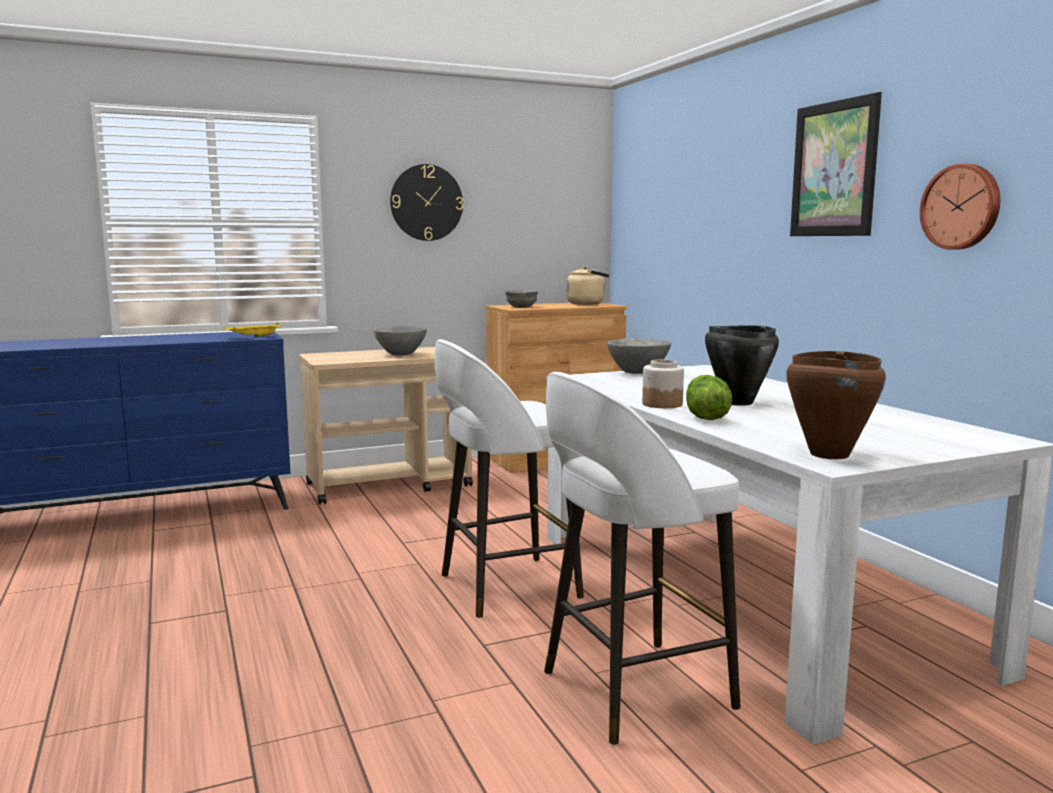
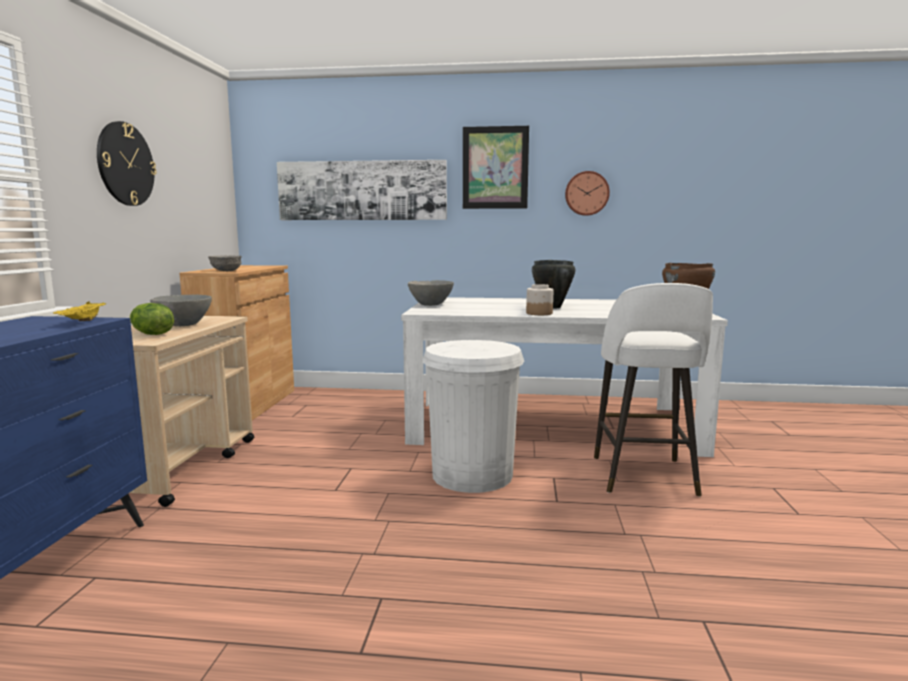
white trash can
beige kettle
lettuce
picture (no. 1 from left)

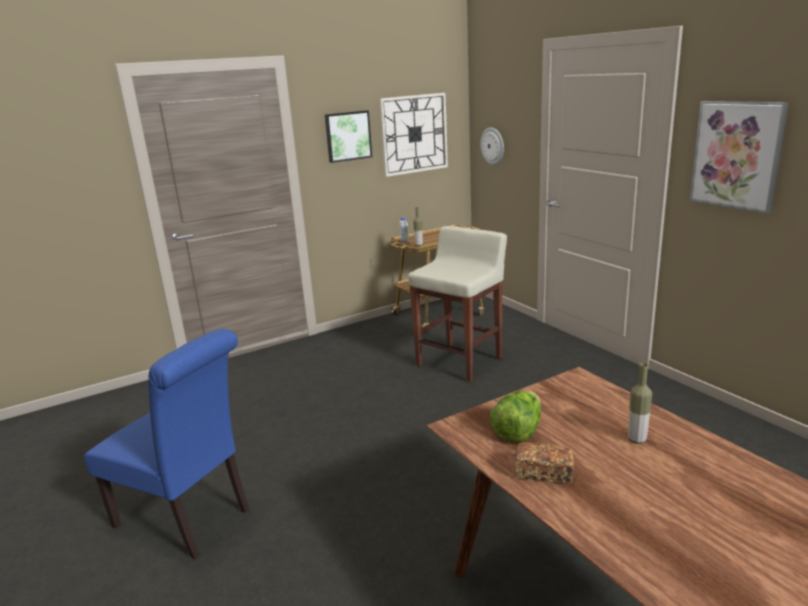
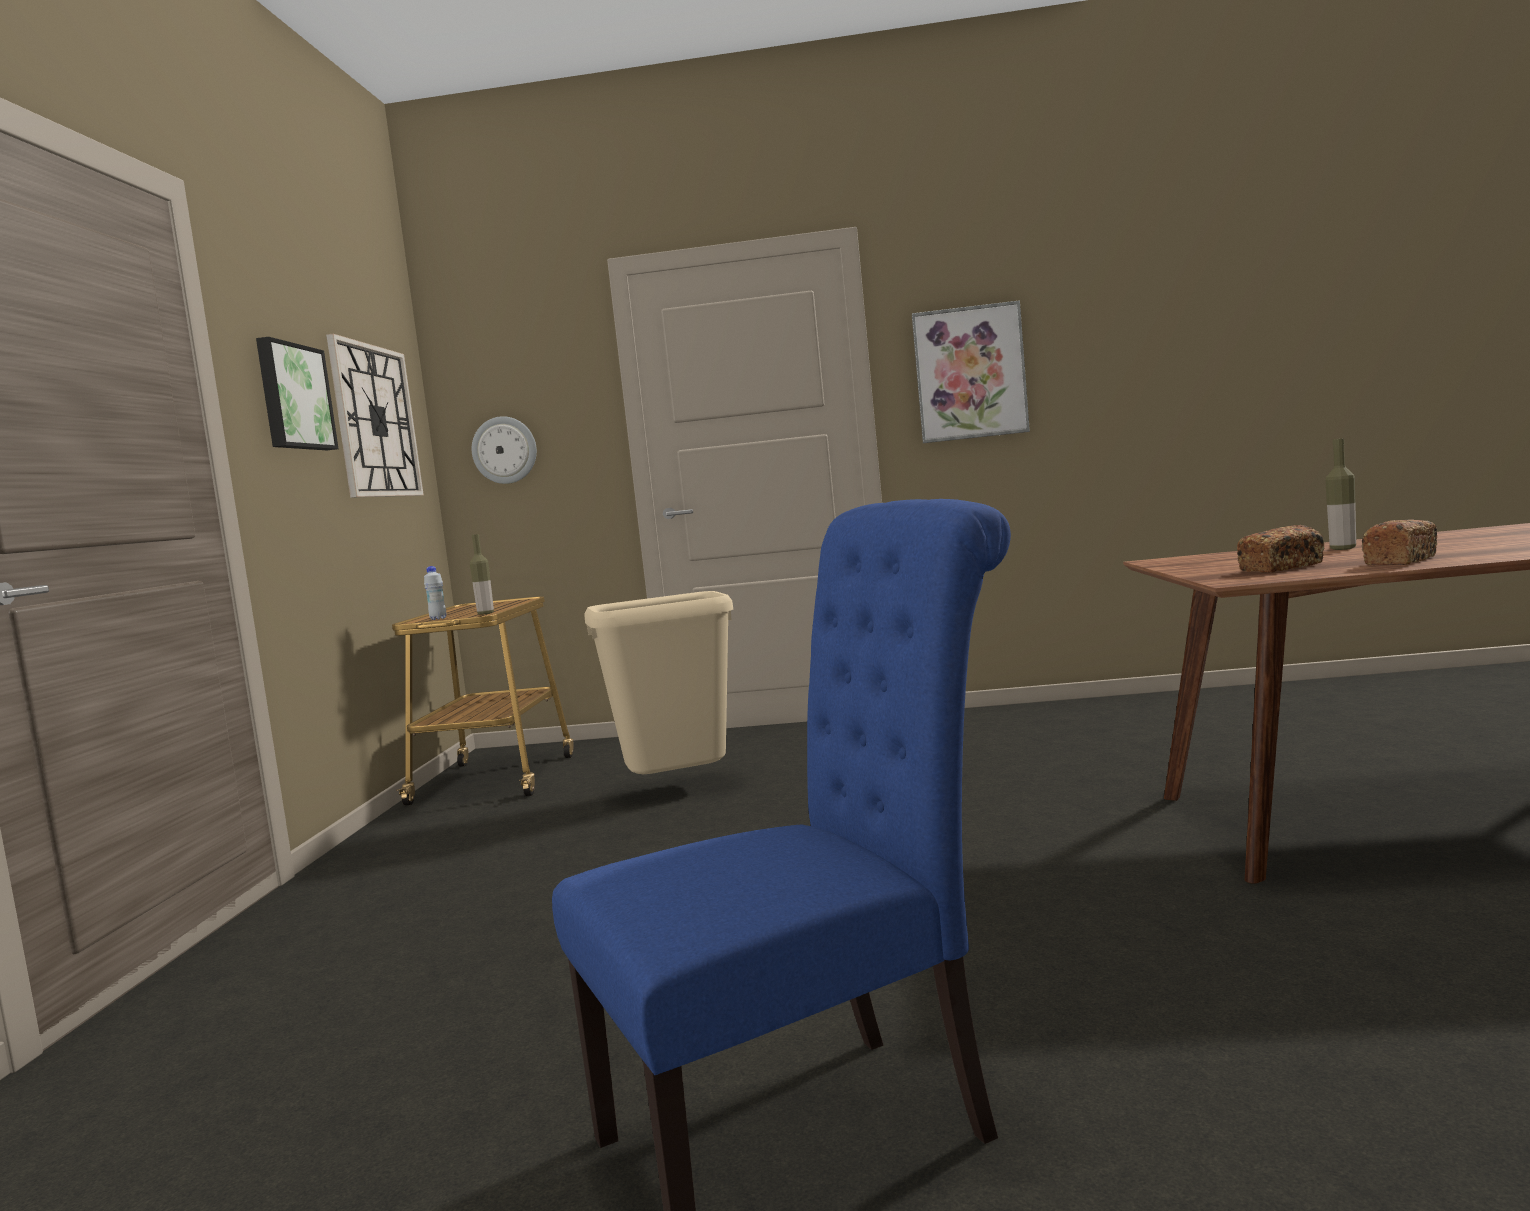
beige trash can
bread (no. 1 from left)

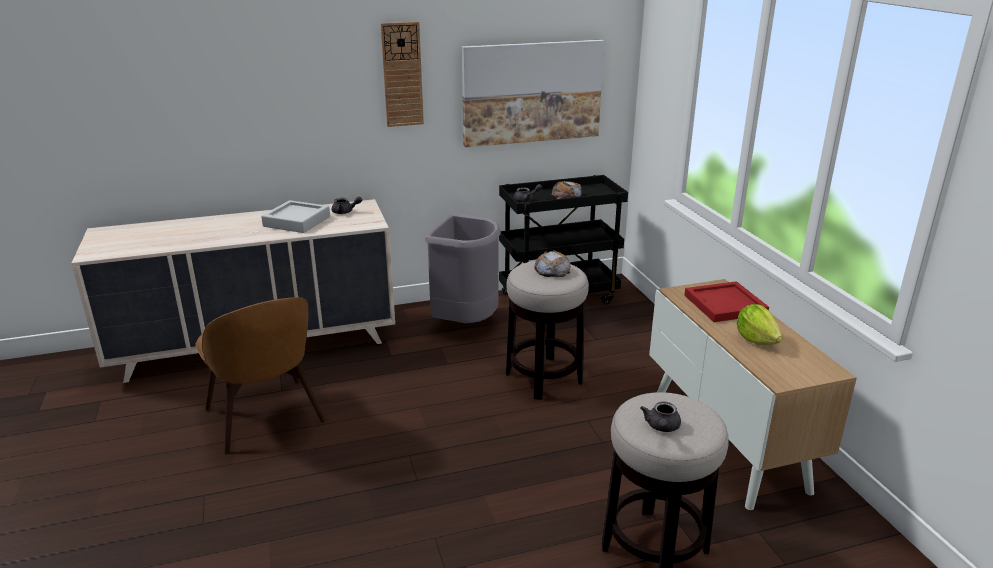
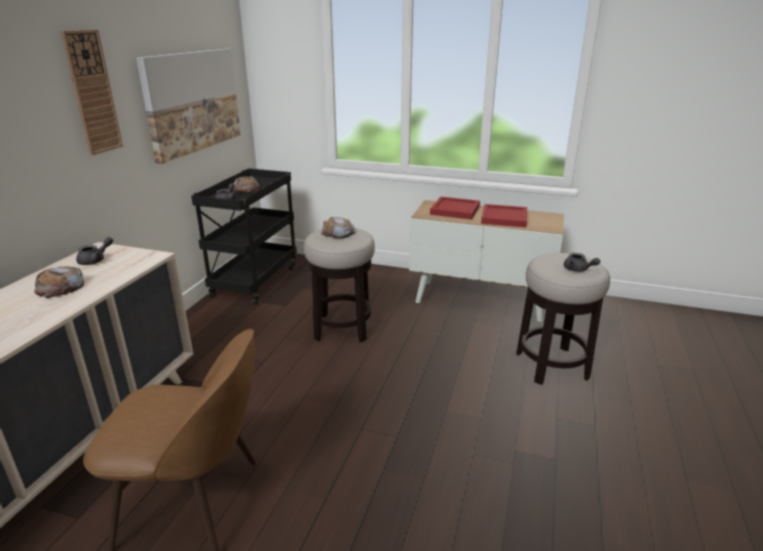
bread (no. 1 from left)
grey trash can
red tray (no. 2 from left)

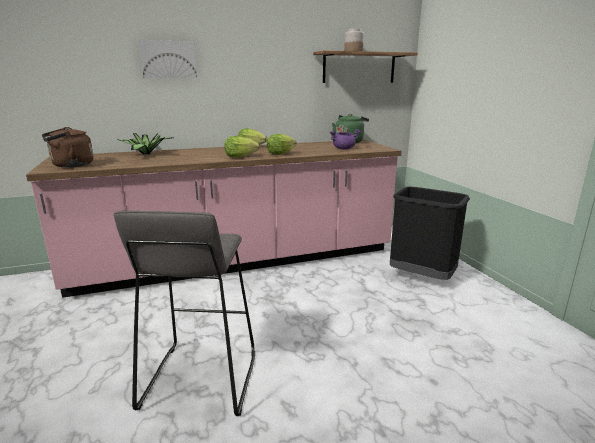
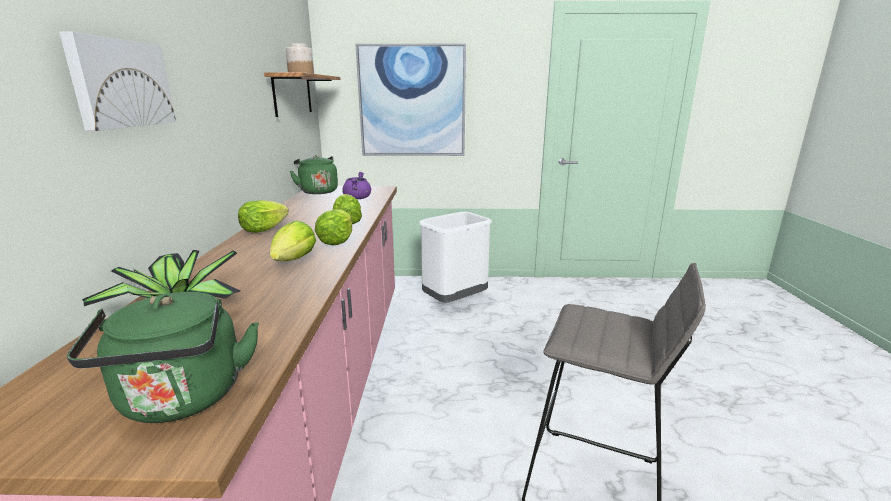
green kettle (no. 1 from left)
white trash can
lettuce (no. 2 from left)
picture (no. 2 from left)

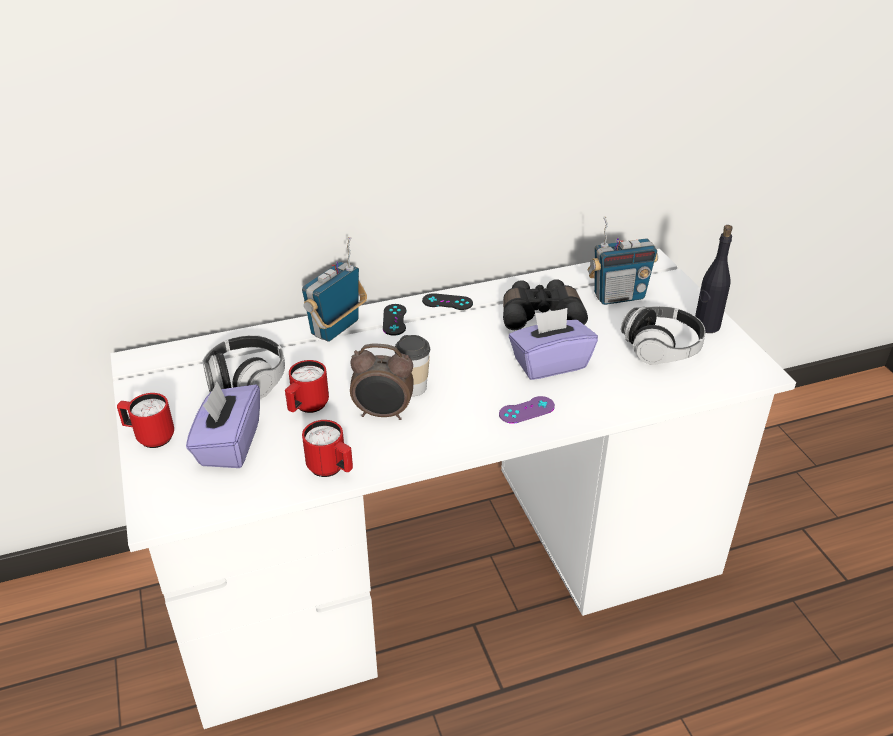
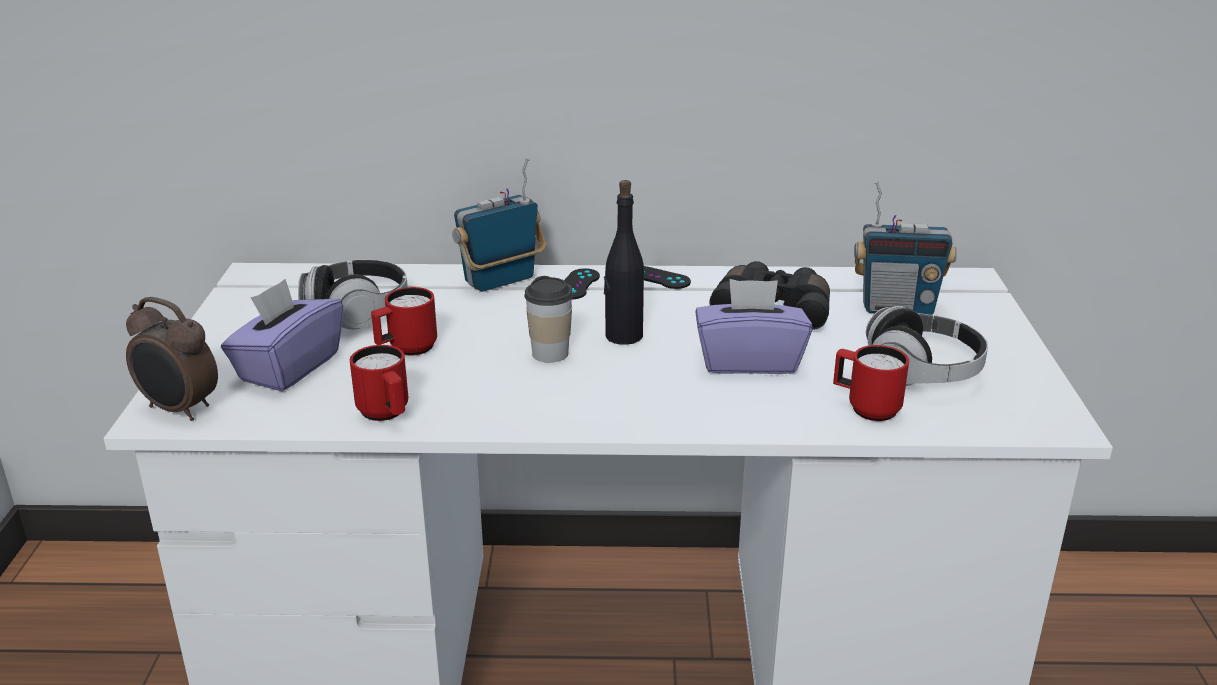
red mug (no. 3 from left)
alarm clock
purple game controller
black bottle

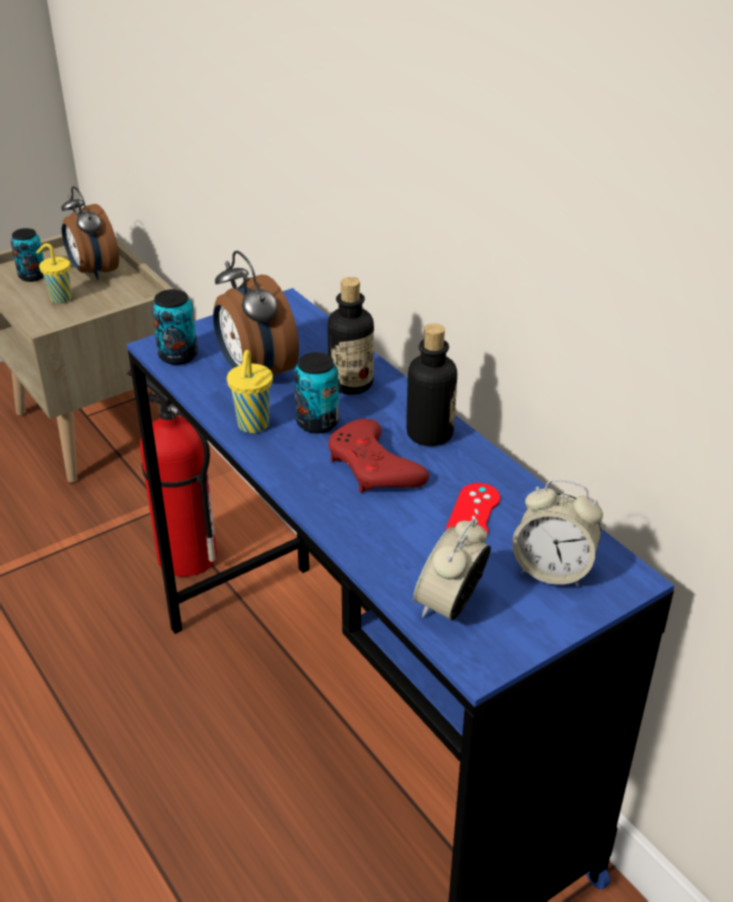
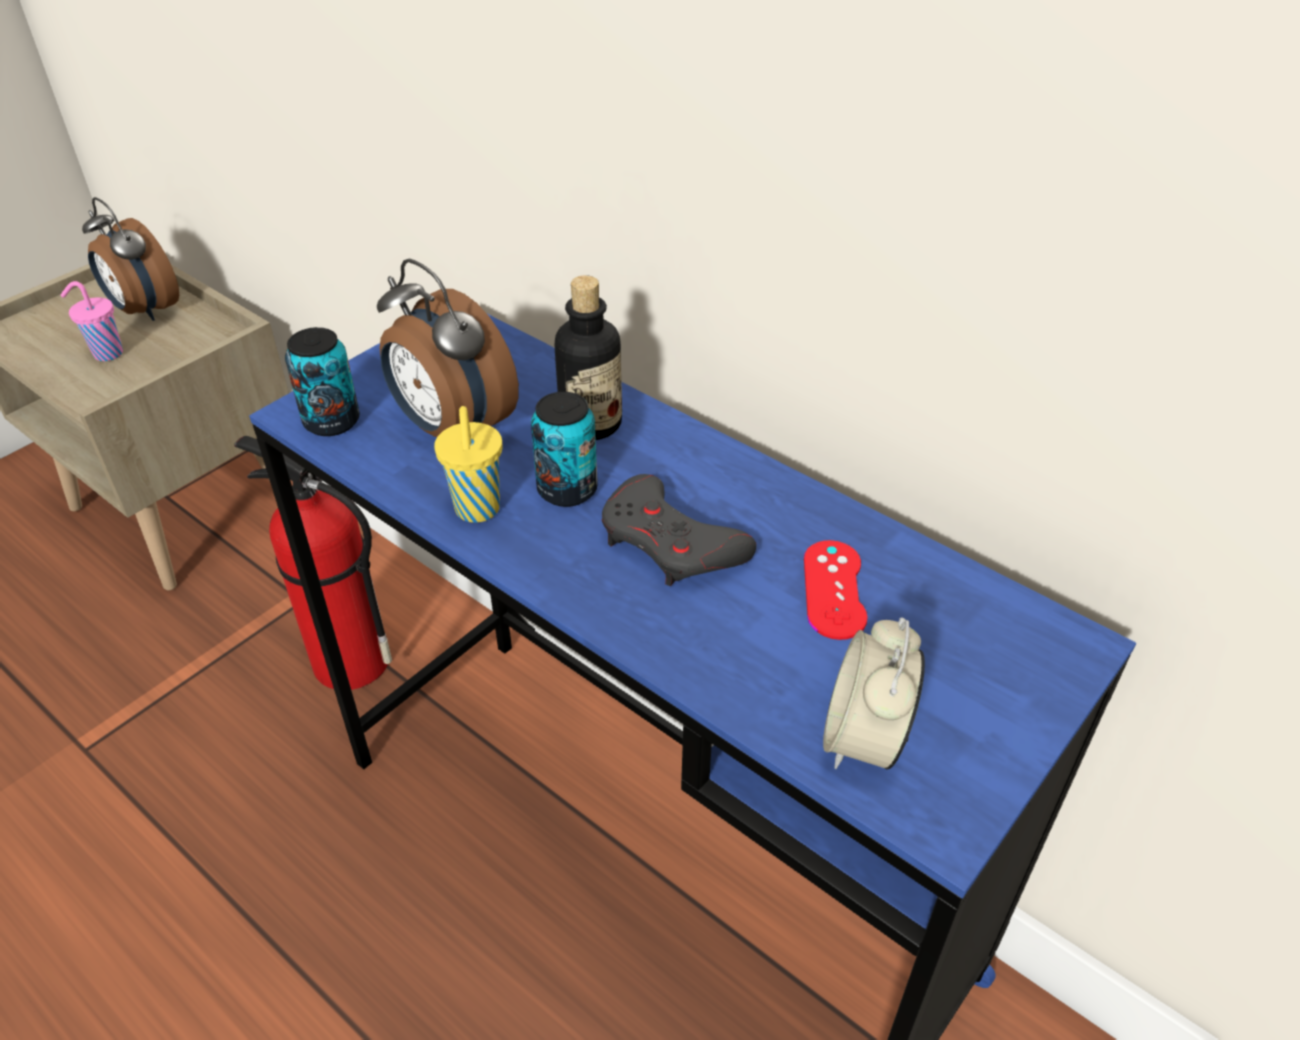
can (no. 1 from left in the first image)
pink cup
grey game controller
bottle (no. 2 from left in the first image)
alarm clock (no. 4 from left in the first image)

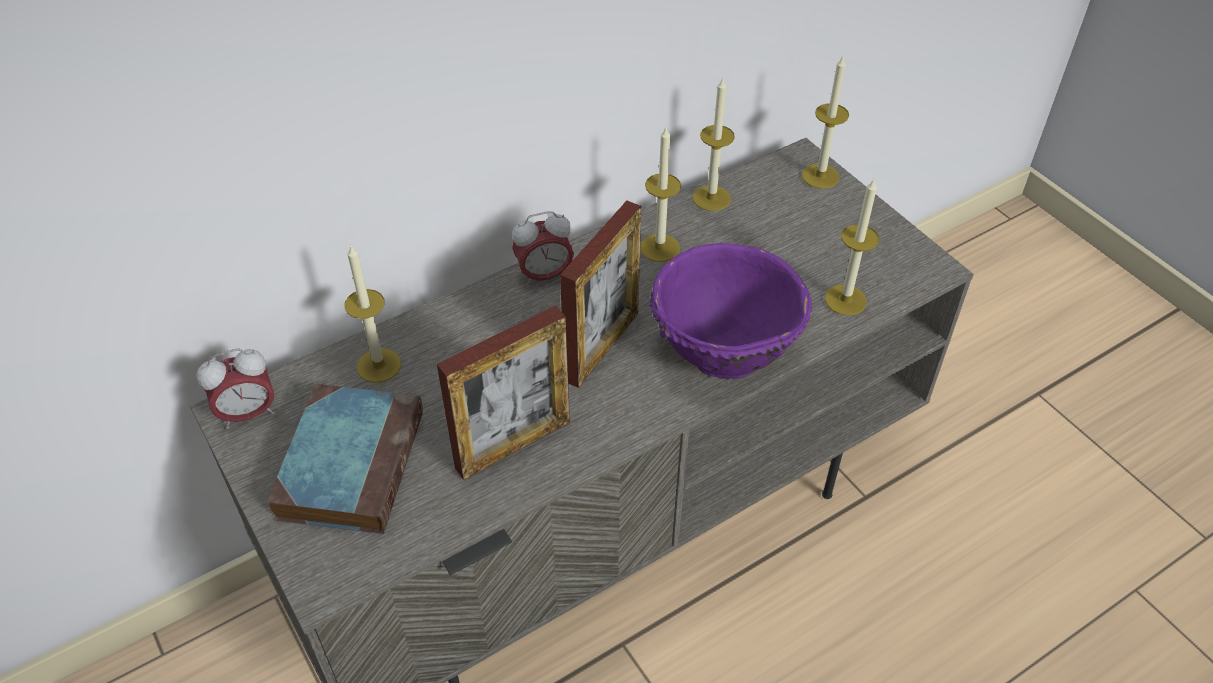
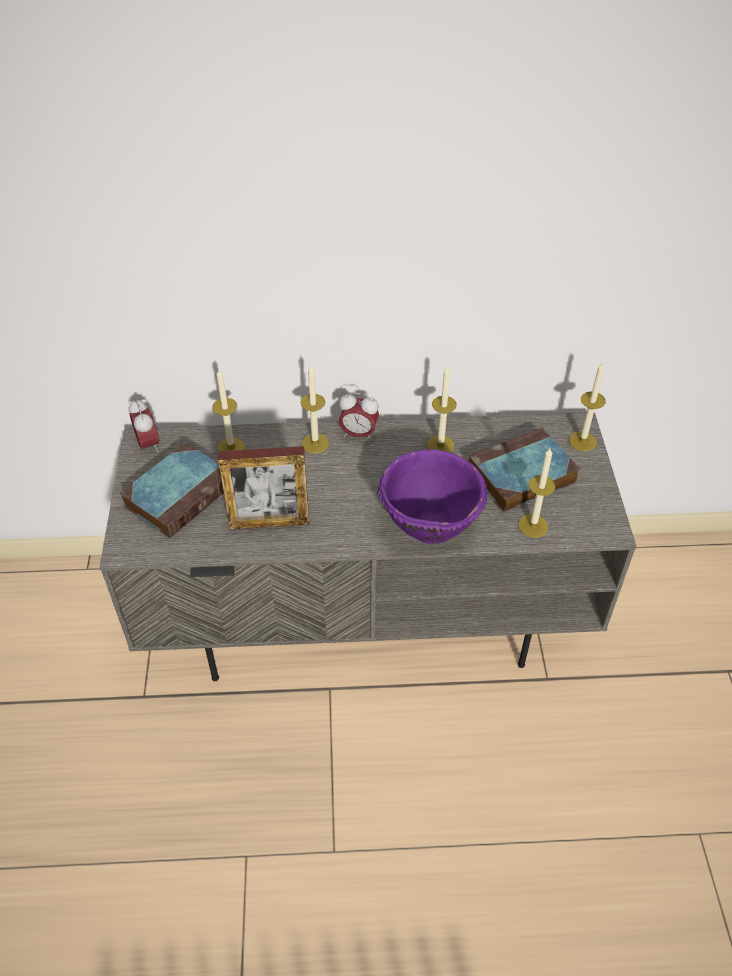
alarm clock (no. 1 from left)
picture frame (no. 2 from left in the first image)
candle (no. 2 from left)
book (no. 2 from left)

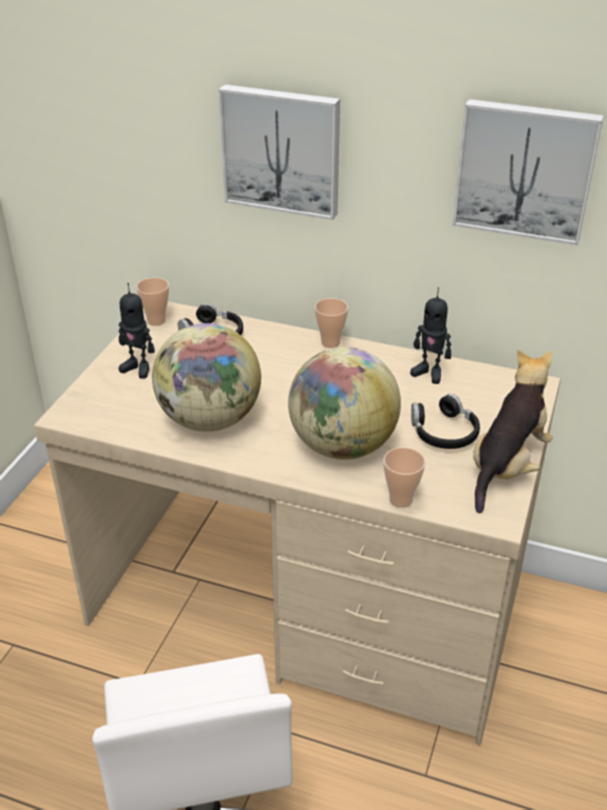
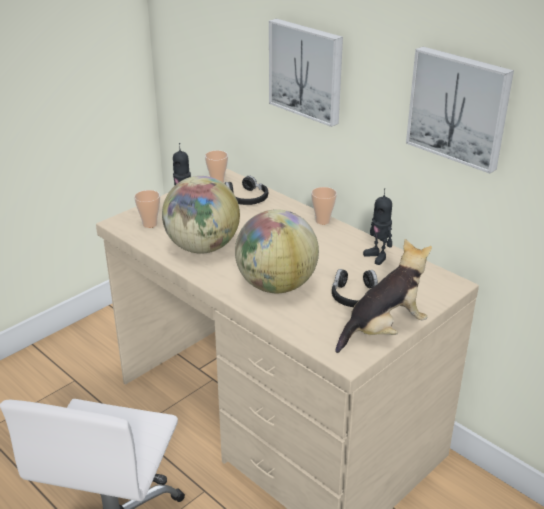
cup (no. 1 from left)

